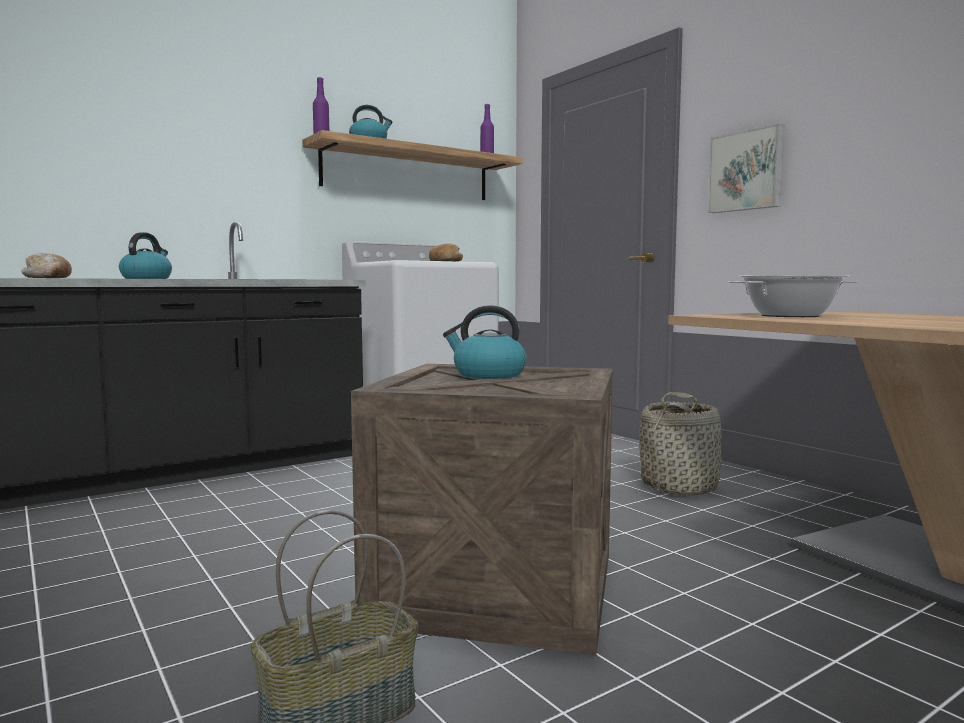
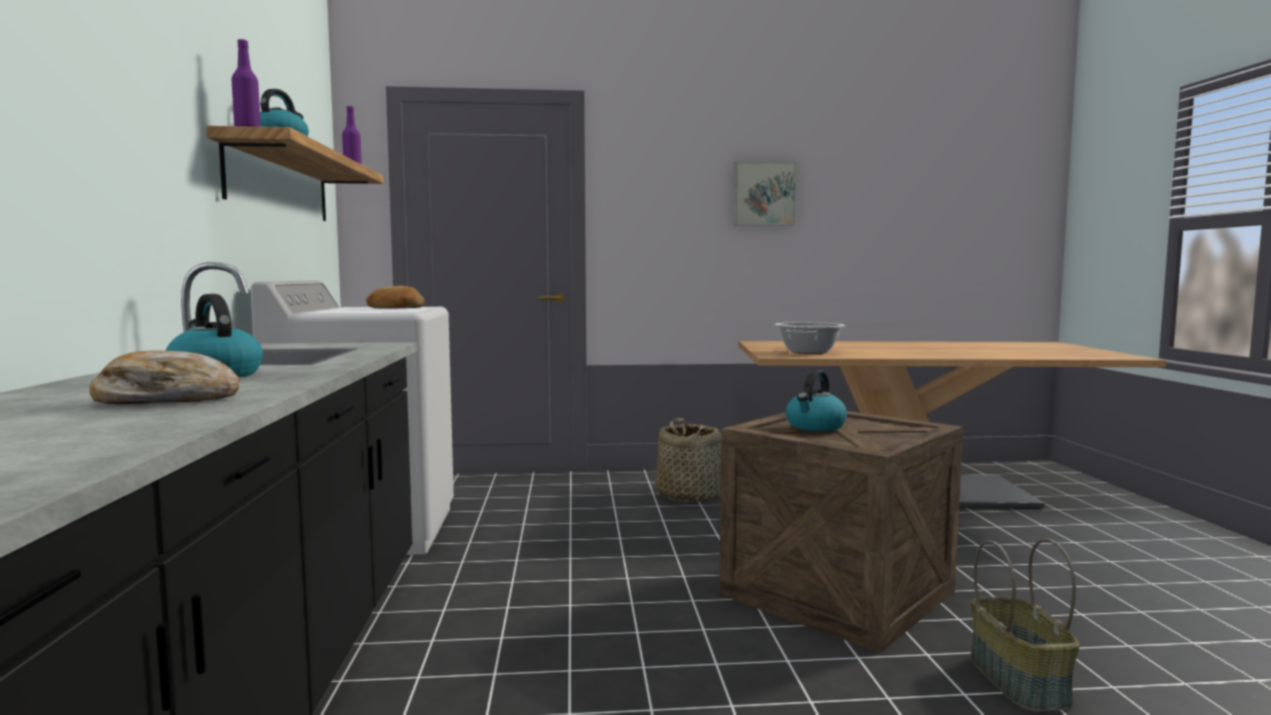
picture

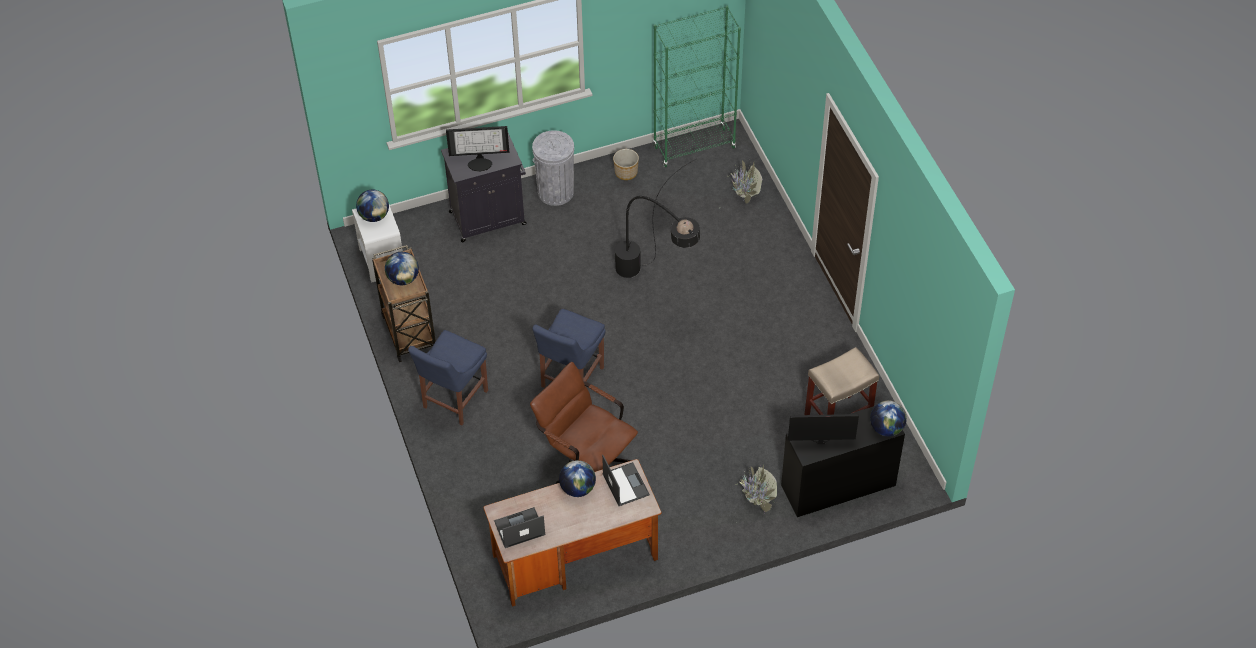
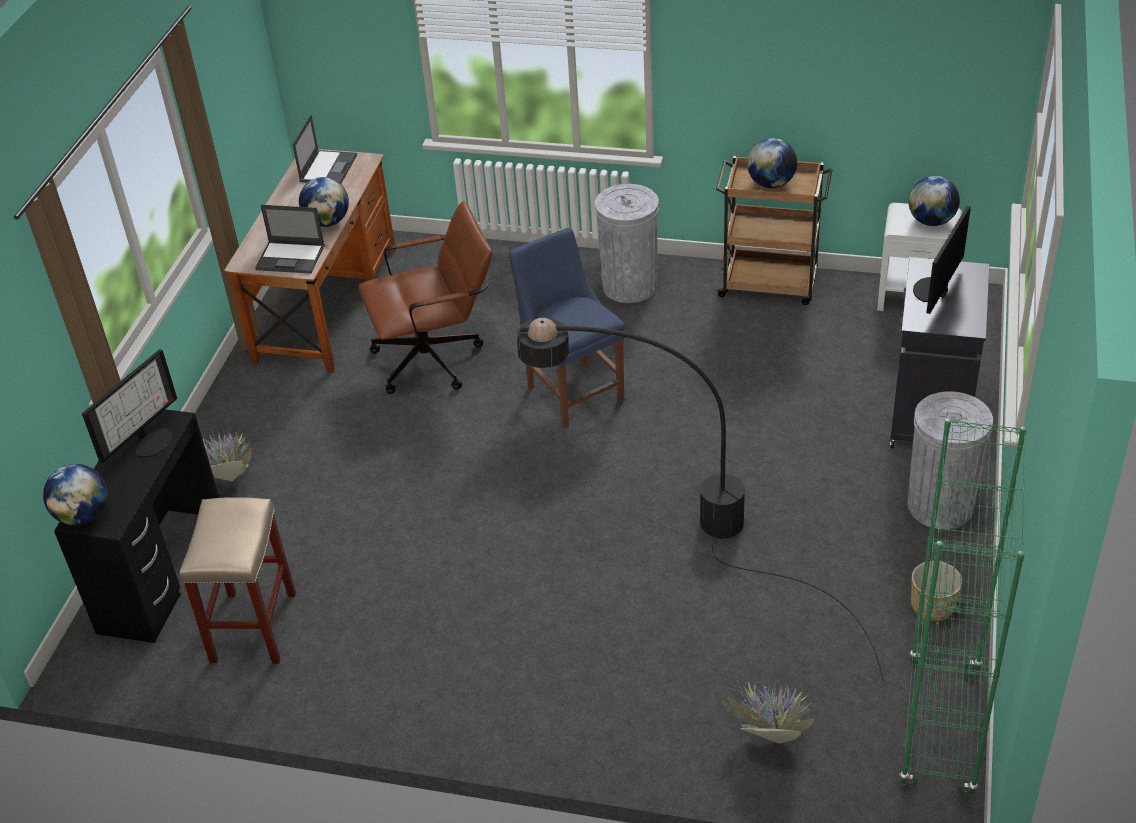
grey trash can (no. 1 from left)

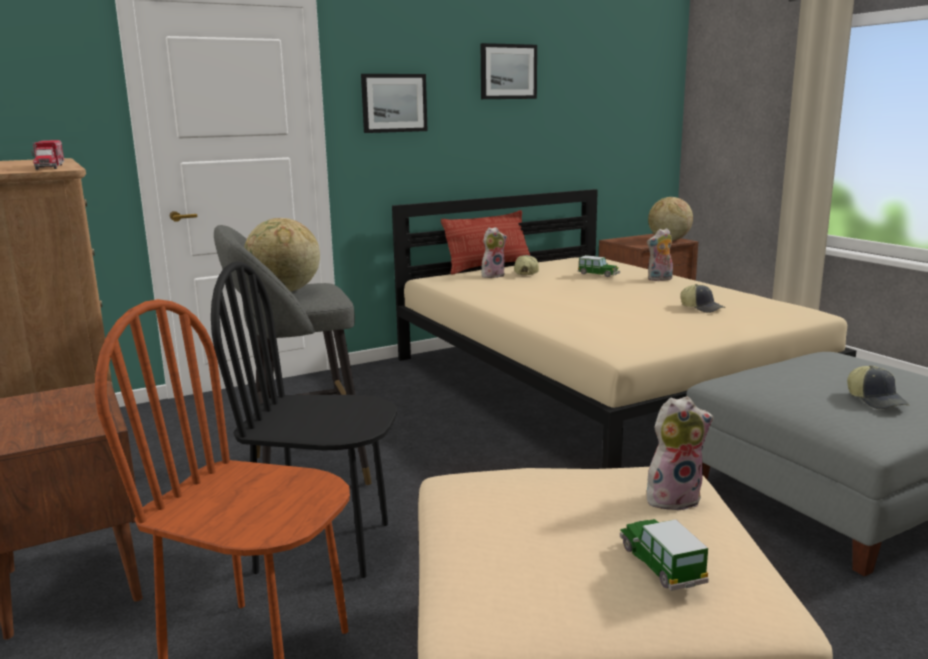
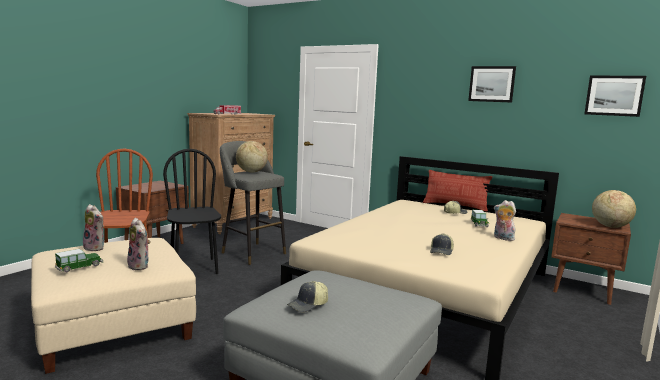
picture (no. 2 from left)
plush toy (no. 1 from left)

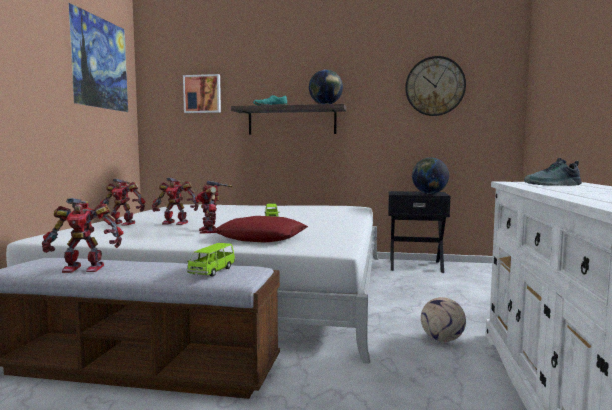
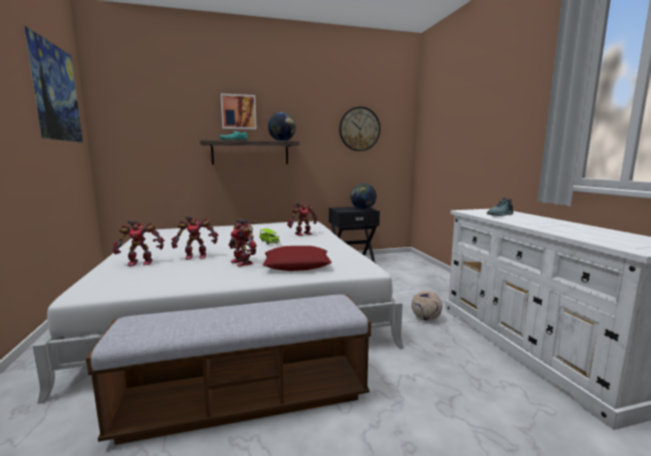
toy robot (no. 4 from left)
picture (no. 2 from left)
green toy car (no. 1 from left in the first image)

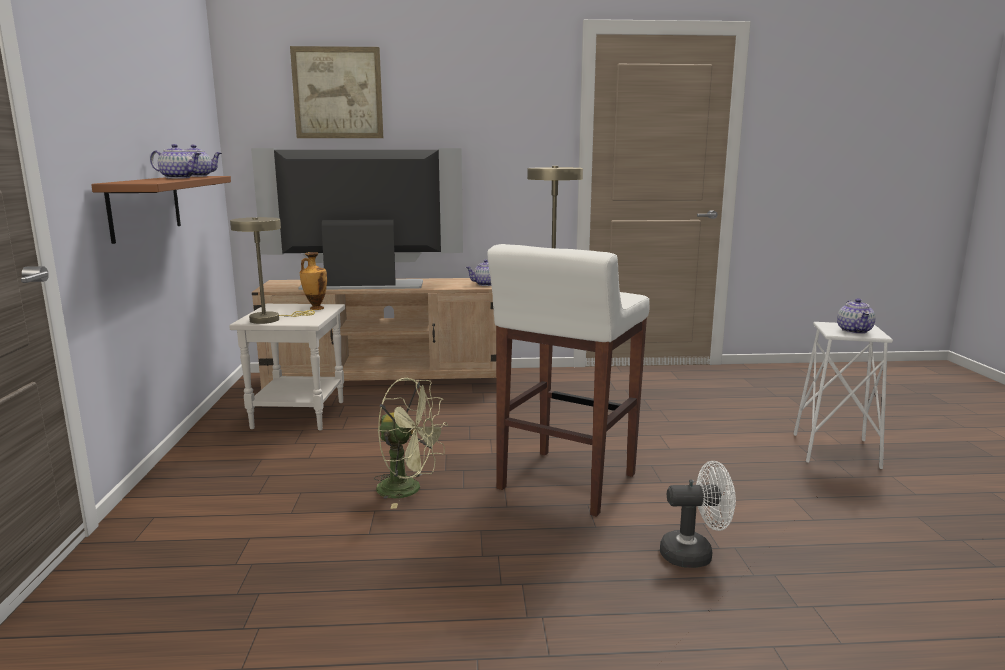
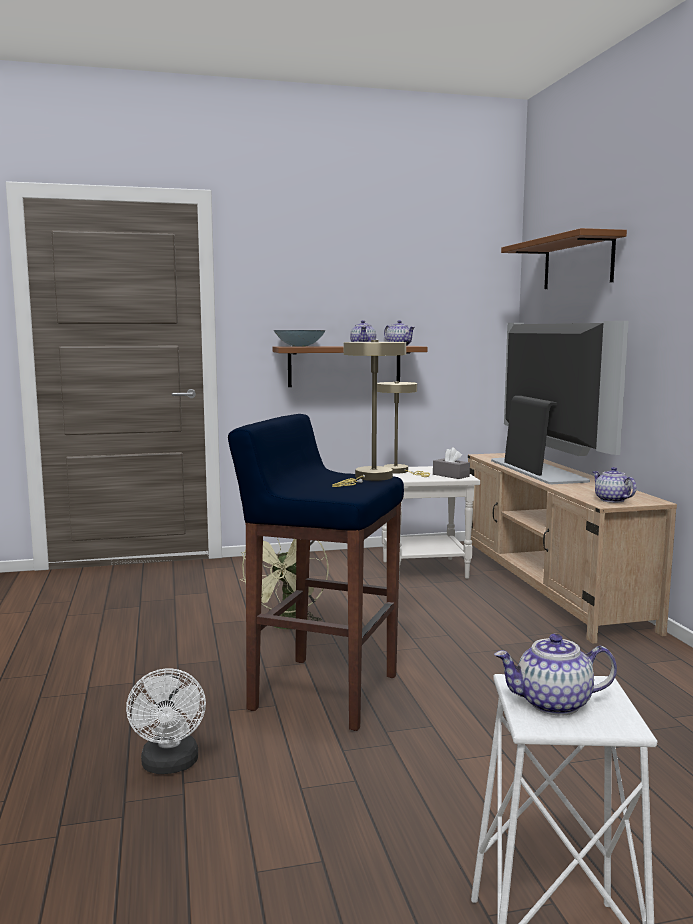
brown shelf (no. 2 from left)
grey tissue box
blue stool
bowl

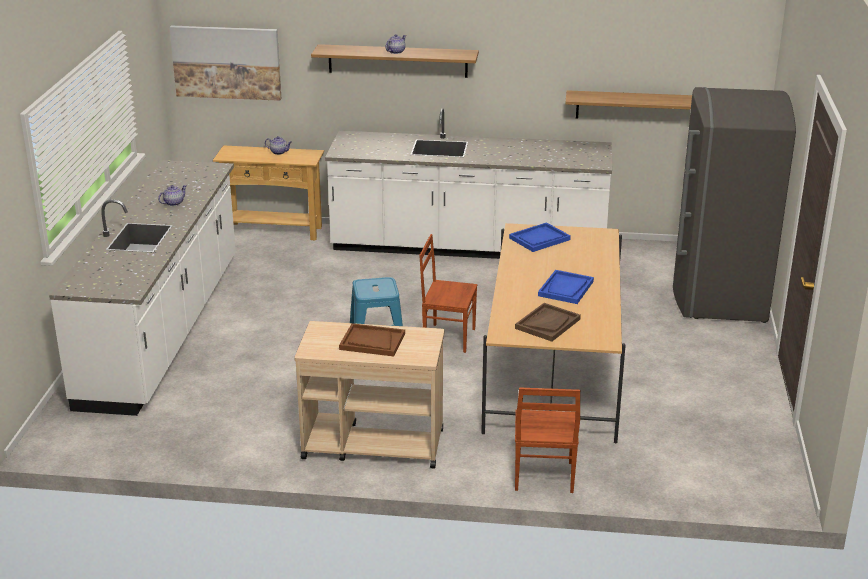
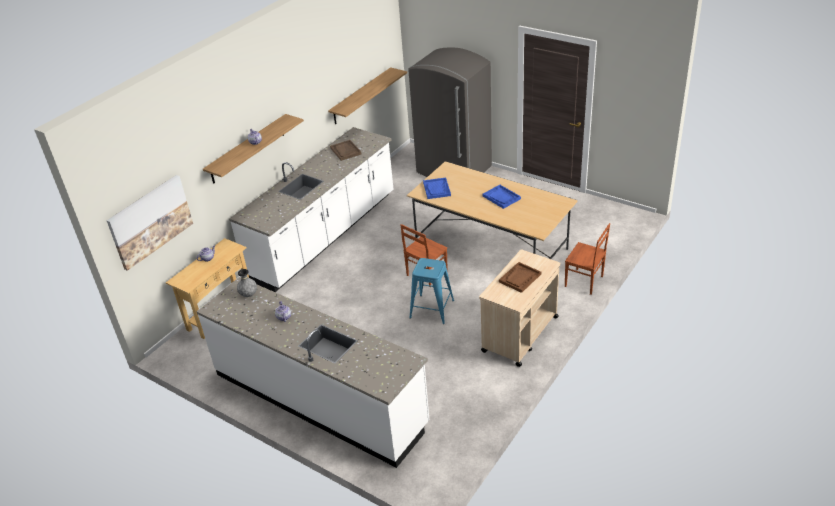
brown tray (no. 1 from left)
grey vase

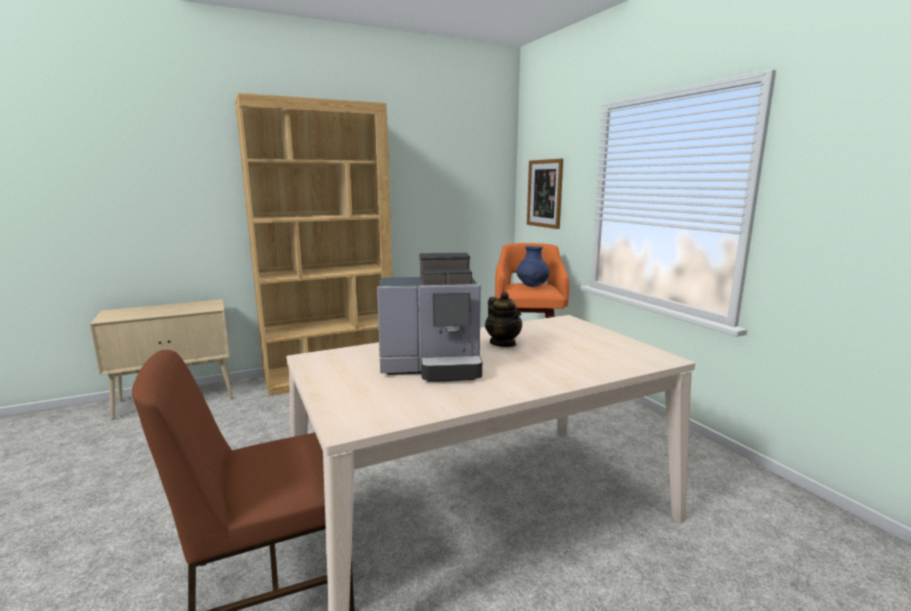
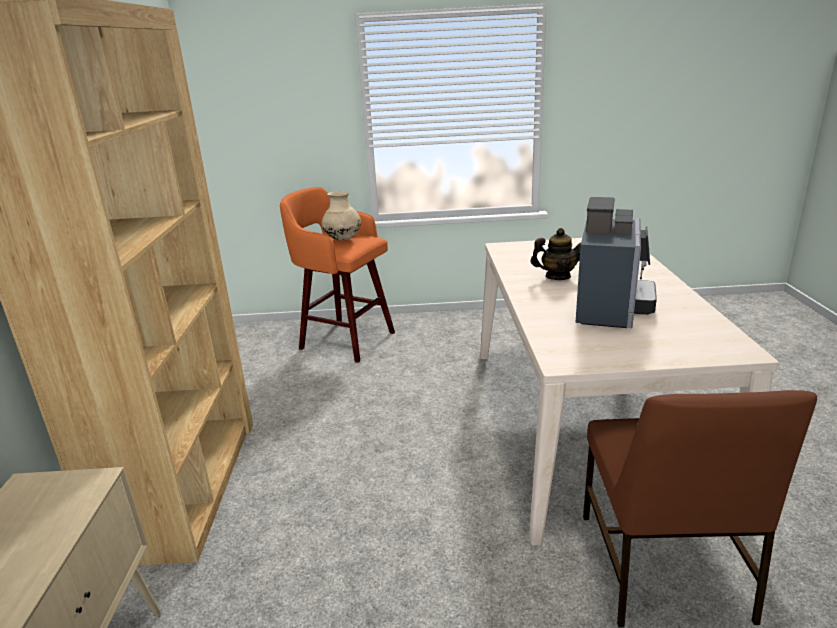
beige vase
picture

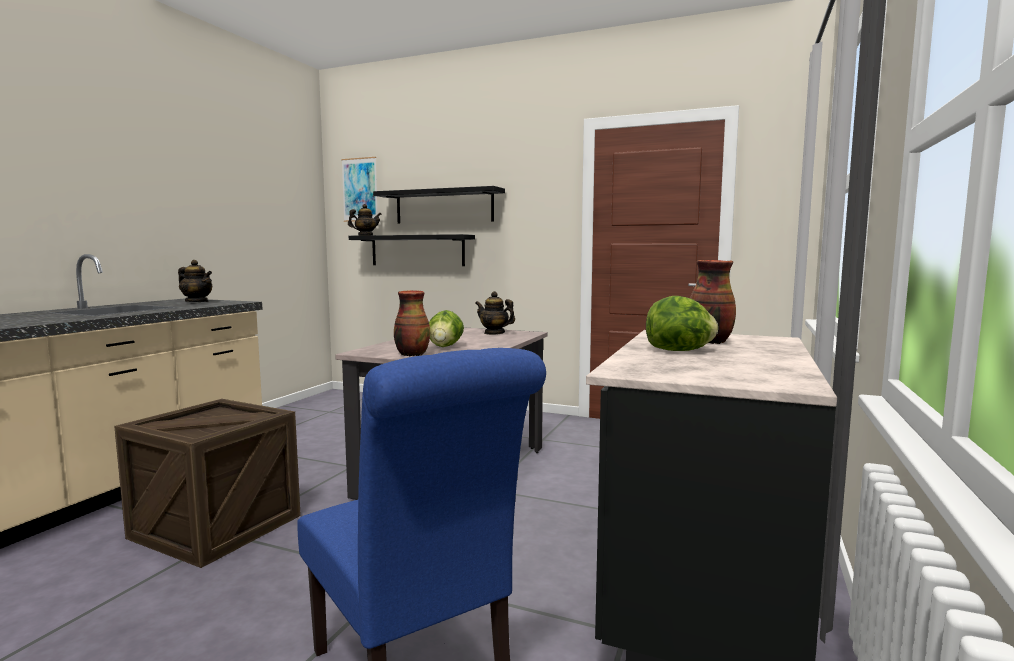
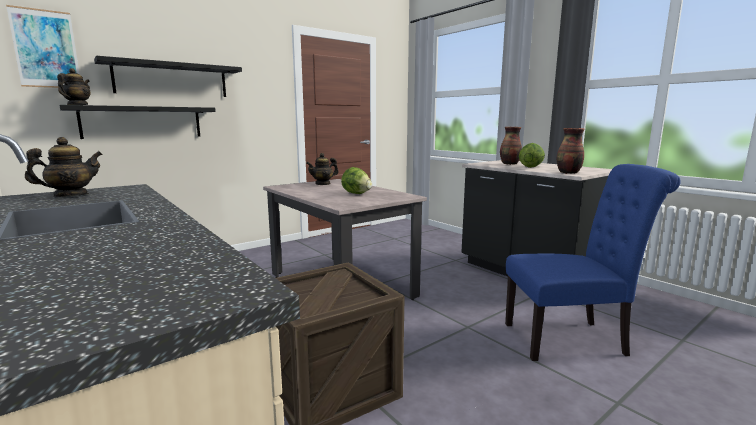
vase (no. 2 from left)

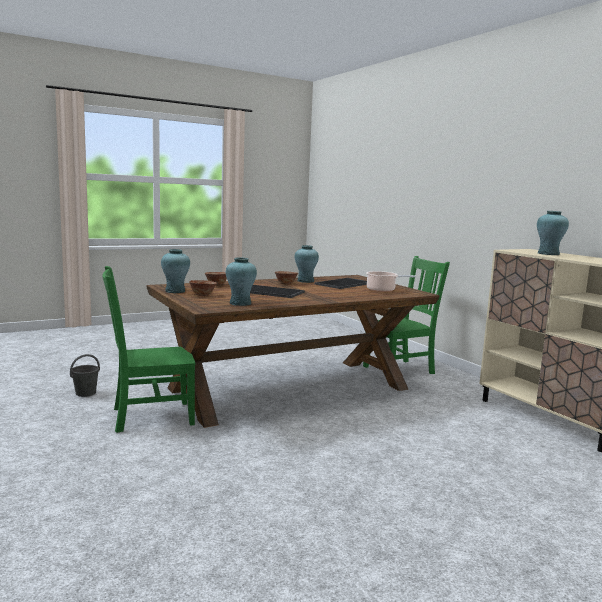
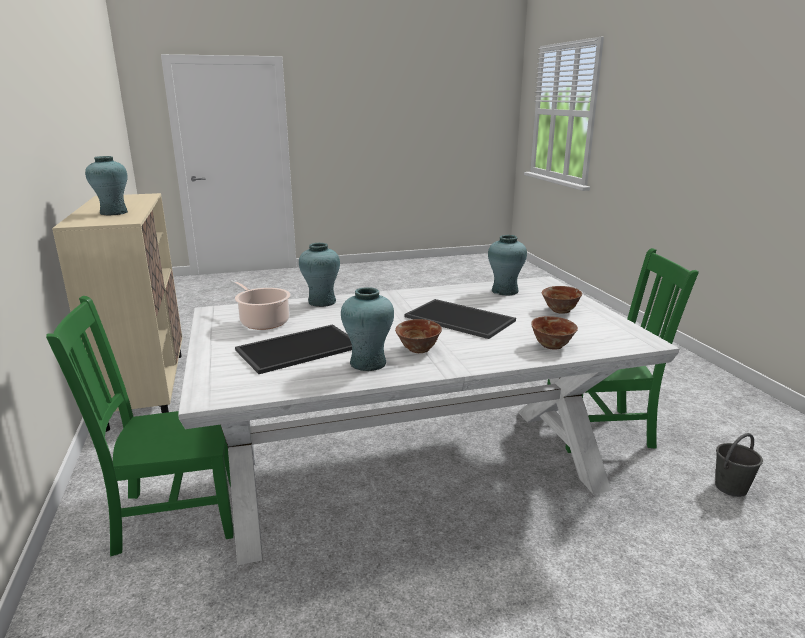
white dining table
turquoise vase (no. 2 from left)

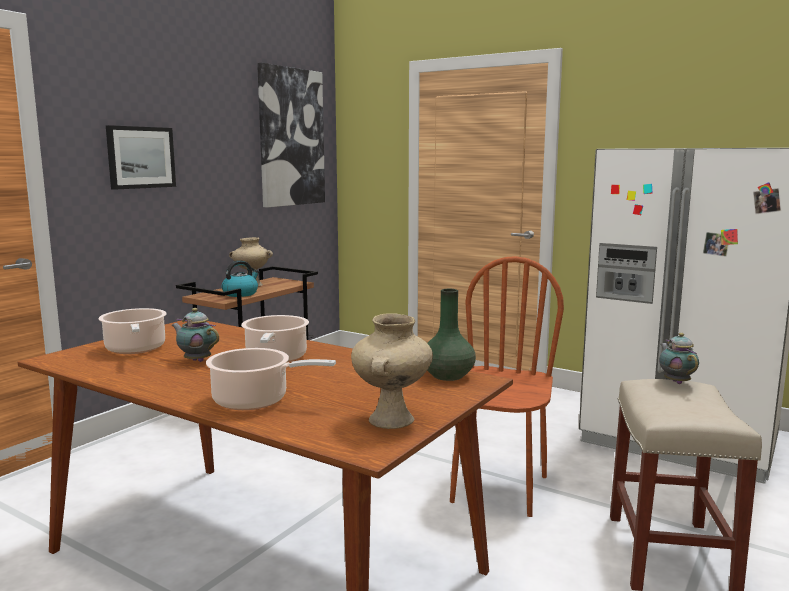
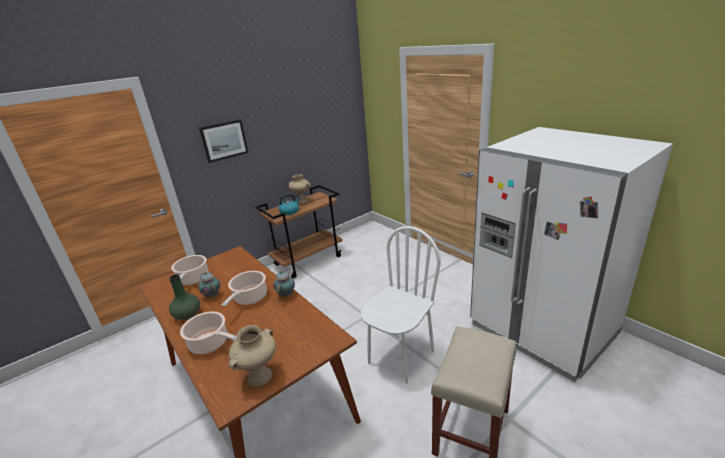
picture (no. 2 from left in the first image)
green vase
white chair
teapot (no. 2 from left)

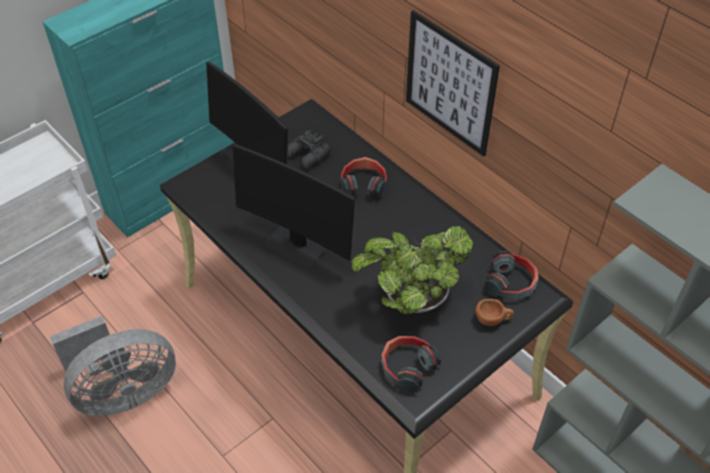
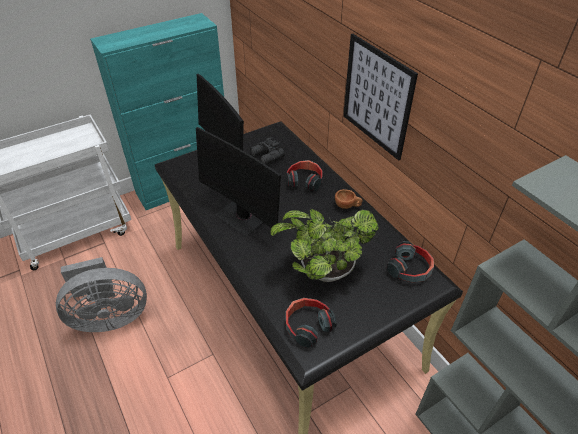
brown cup

